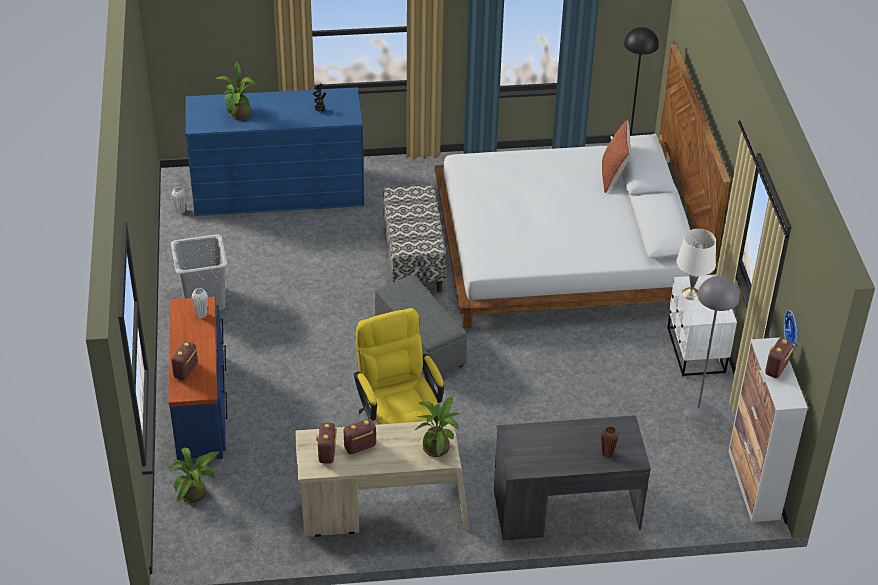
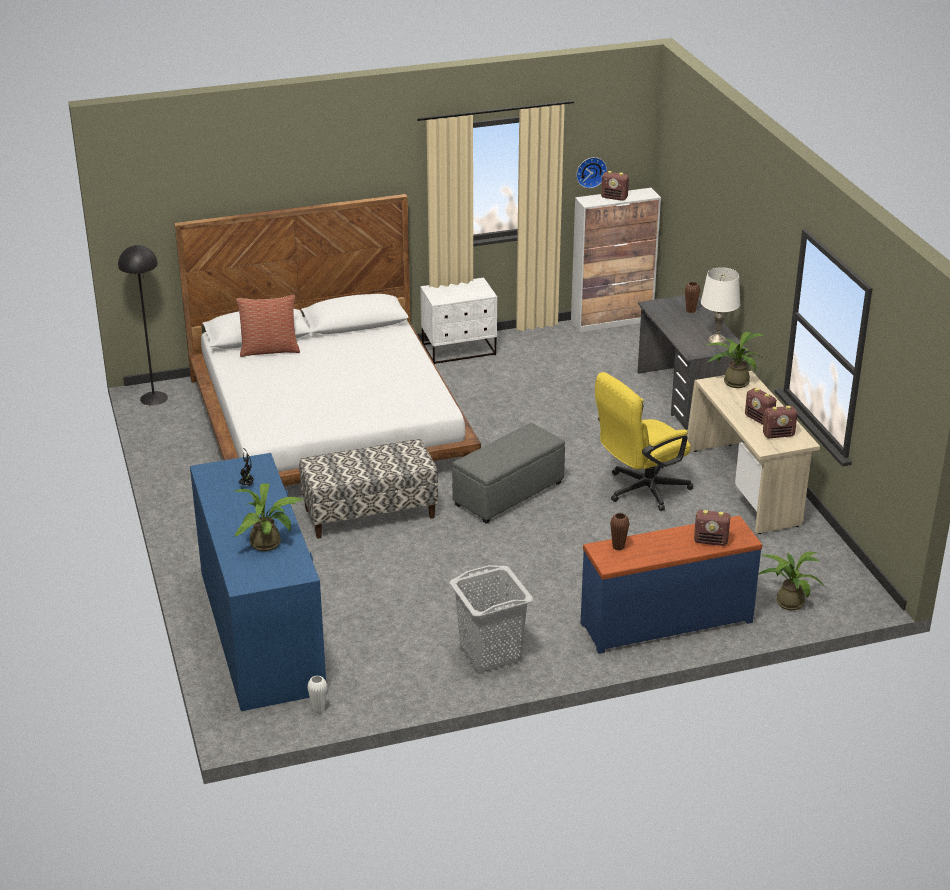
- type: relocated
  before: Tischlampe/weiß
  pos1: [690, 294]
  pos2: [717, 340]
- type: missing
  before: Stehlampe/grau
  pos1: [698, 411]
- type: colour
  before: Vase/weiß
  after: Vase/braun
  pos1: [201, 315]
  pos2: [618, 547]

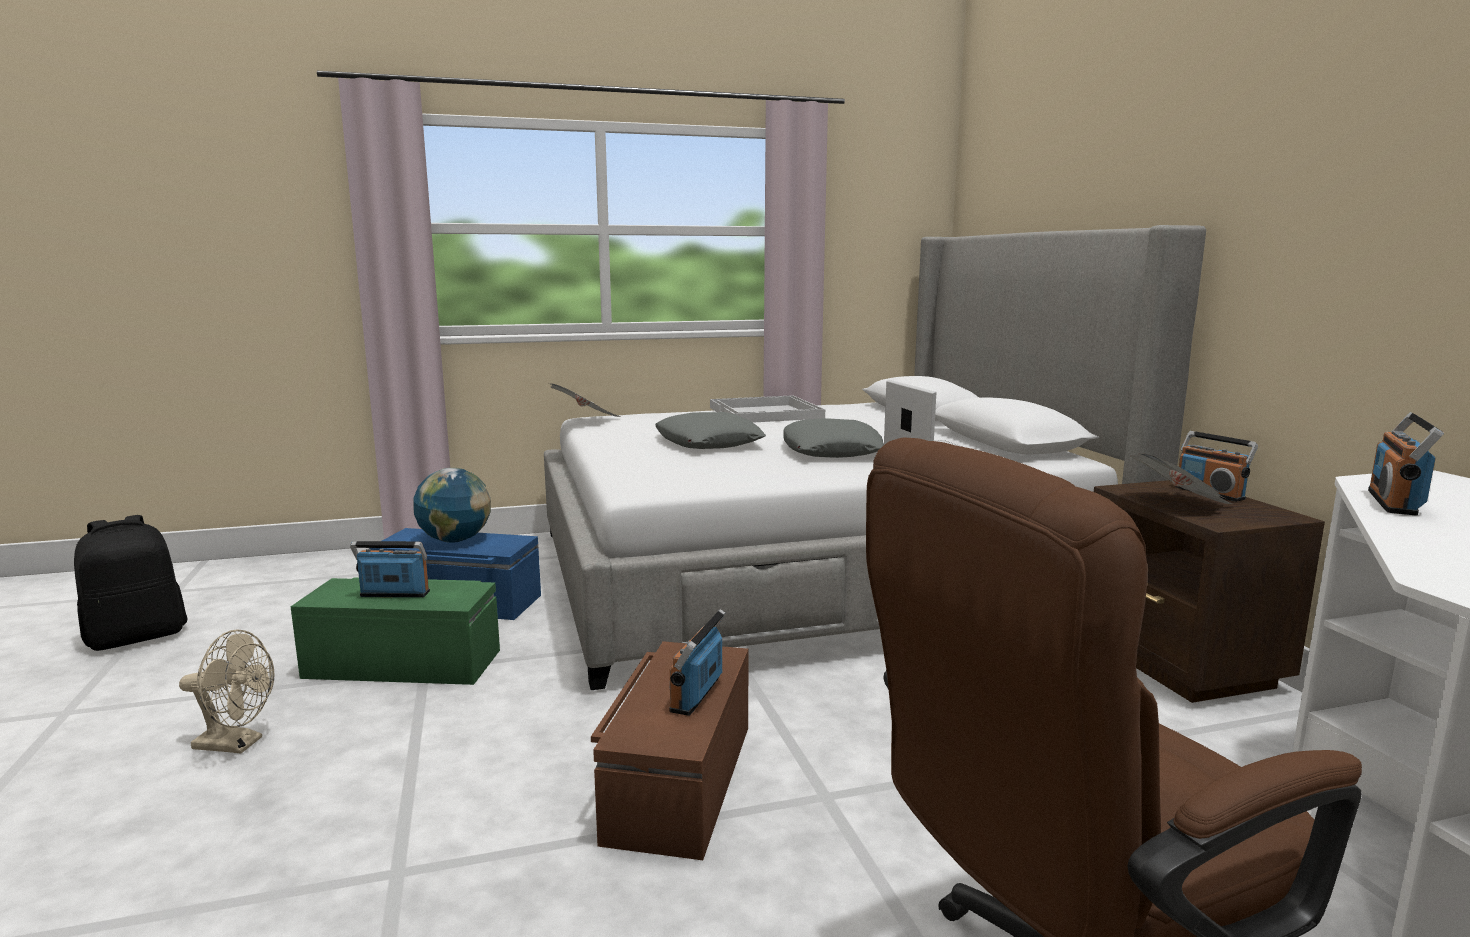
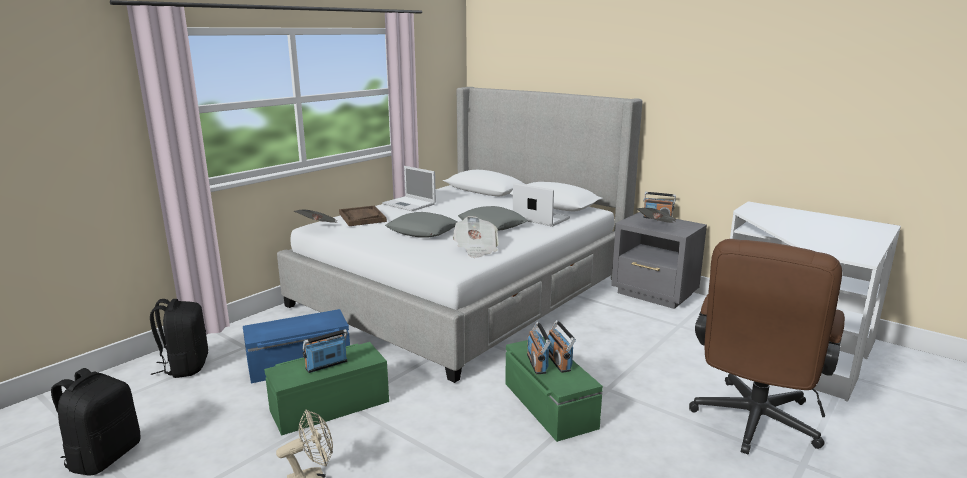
- type: exchanged
  before: Tablett/weiß
  after: Laptop
  pos1: [766, 413]
  pos2: [410, 204]
- type: relocated
  before: Radio
  pos1: [1393, 502]
  pos2: [537, 363]
- type: missing
  before: Globus
  pos1: [455, 540]
- type: colour
  before: Nachttisch/braun
  after: Nachttisch/grau
  pos1: [1179, 665]
  pos2: [655, 294]
- type: colour
  before: Aufbewahrungsbox/braun
  after: Aufbewahrungsbox/grün
  pos1: [678, 780]
  pos2: [548, 405]
- type: appeared
  after: Tablett/braun
  pos2: [362, 217]
- type: appeared
  after: Zeitung
  pos2: [476, 249]
- type: appeared
  after: Rucksack/schwarz
  pos2: [185, 366]

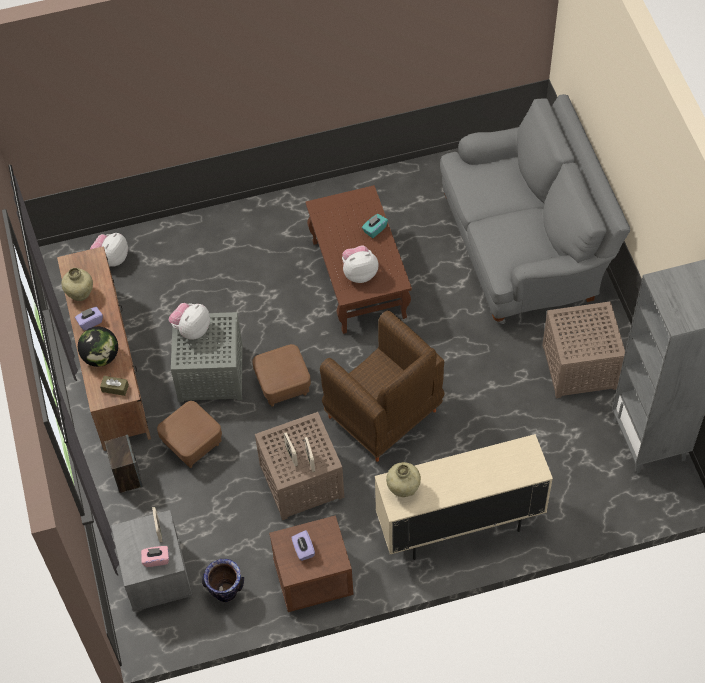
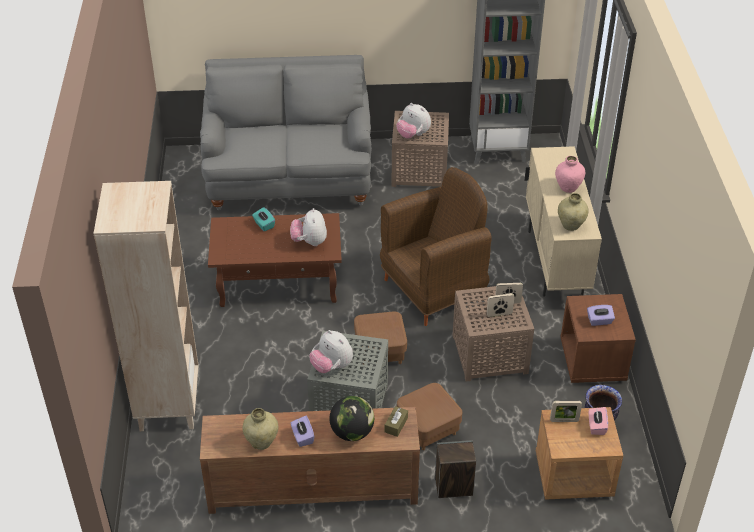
- type: relocated
  before: Plüschtier
  pos1: [112, 258]
  pos2: [413, 135]
- type: colour
  before: Nachttisch/grau
  after: Nachttisch/braun
  pos1: [156, 575]
  pos2: [573, 476]
- type: appeared
  after: Vase/rosa
  pos2: [568, 188]
- type: appeared
  after: Bücherregal/beige
  pos2: [168, 405]

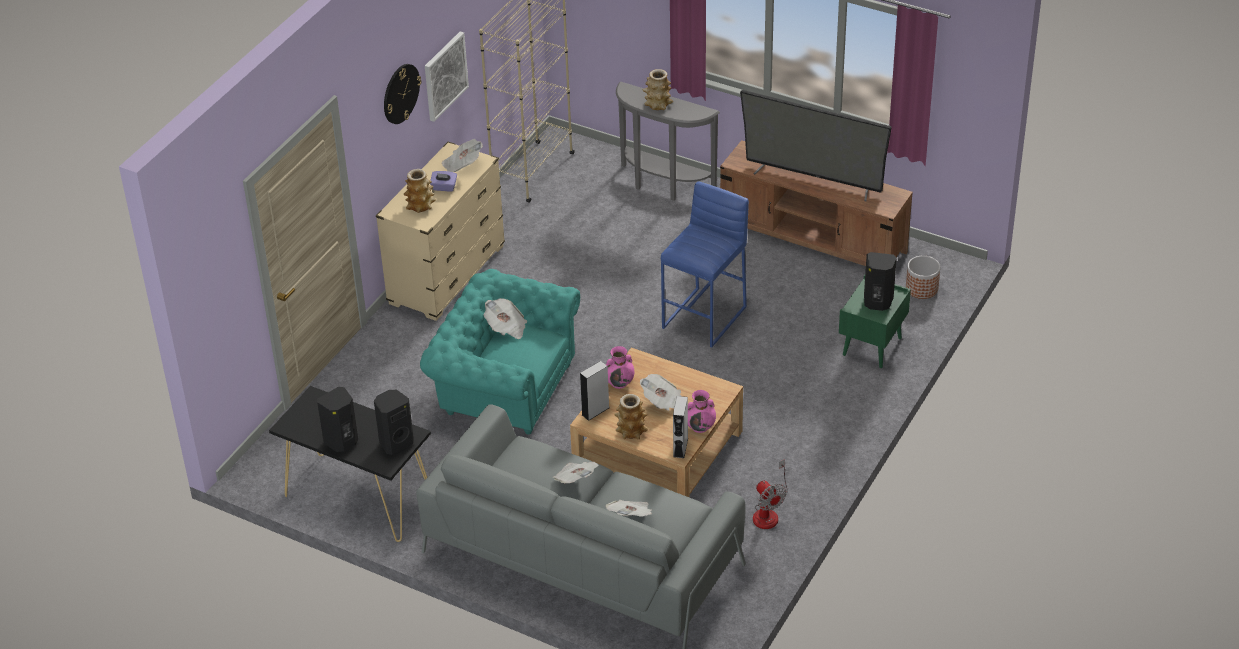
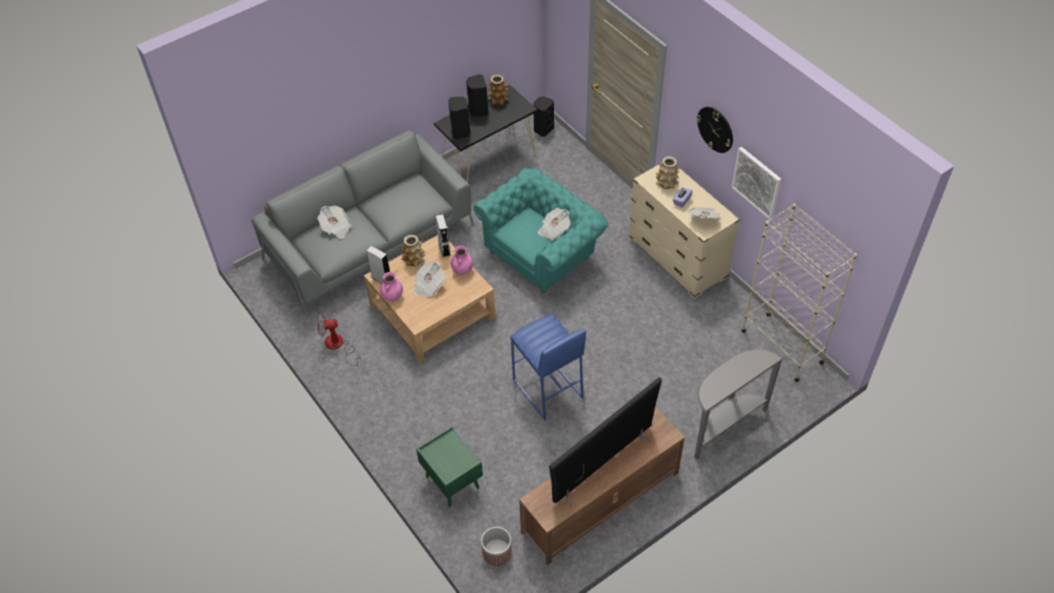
- type: relocated
  before: Vase
  pos1: [657, 104]
  pos2: [498, 99]
- type: relocated
  before: Lautsprecher/schwarz
  pos1: [877, 302]
  pos2: [543, 129]
- type: missing
  before: Zeitung
  pos1: [575, 480]

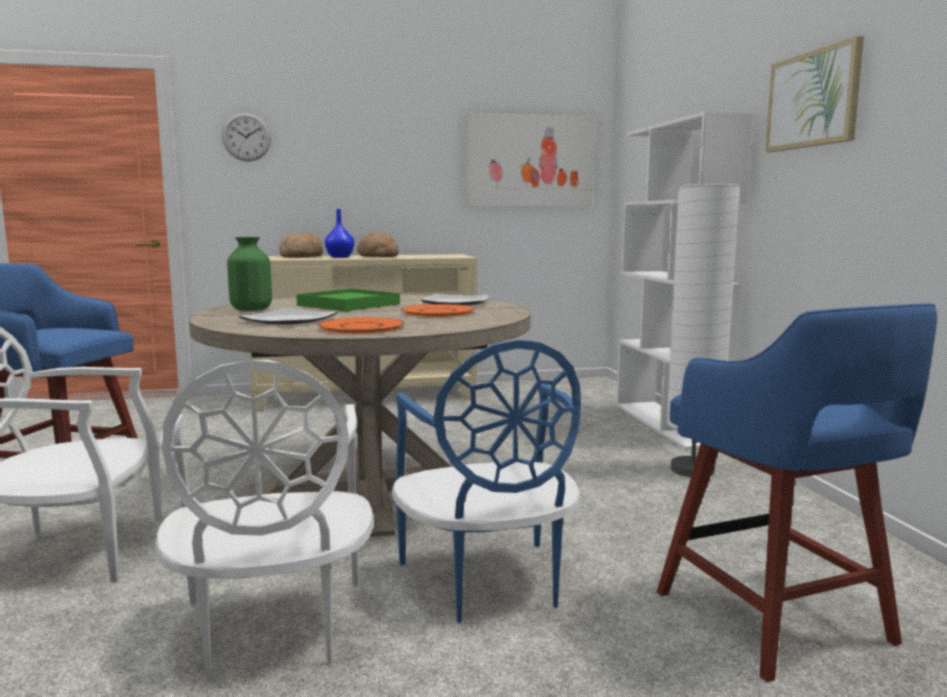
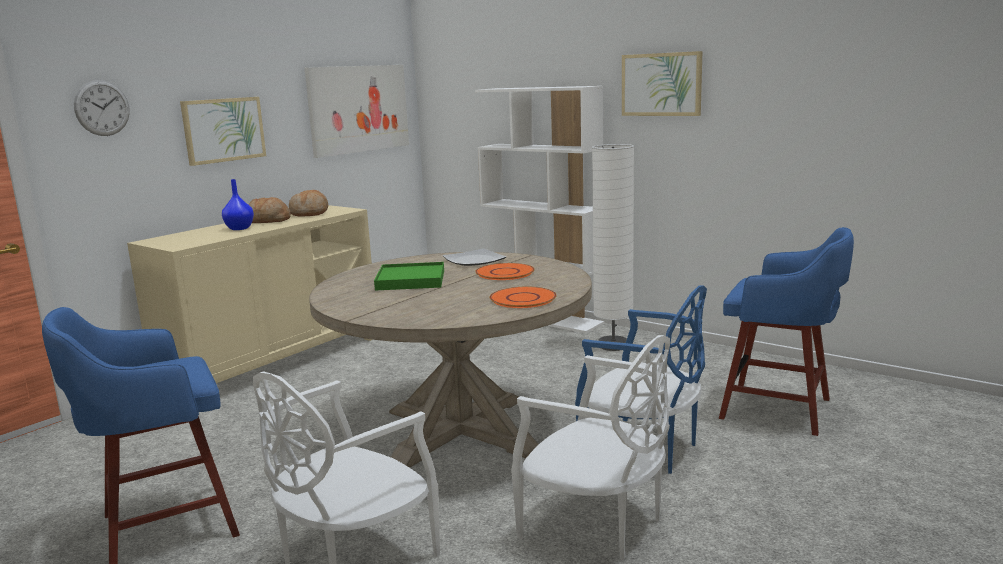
- type: relocated
  before: Brot
  pos1: [301, 257]
  pos2: [310, 213]
- type: missing
  before: Vase/grün
  pos1: [251, 310]
- type: missing
  before: Teller
  pos1: [289, 320]
- type: appeared
  after: Bild
  pos2: [223, 130]

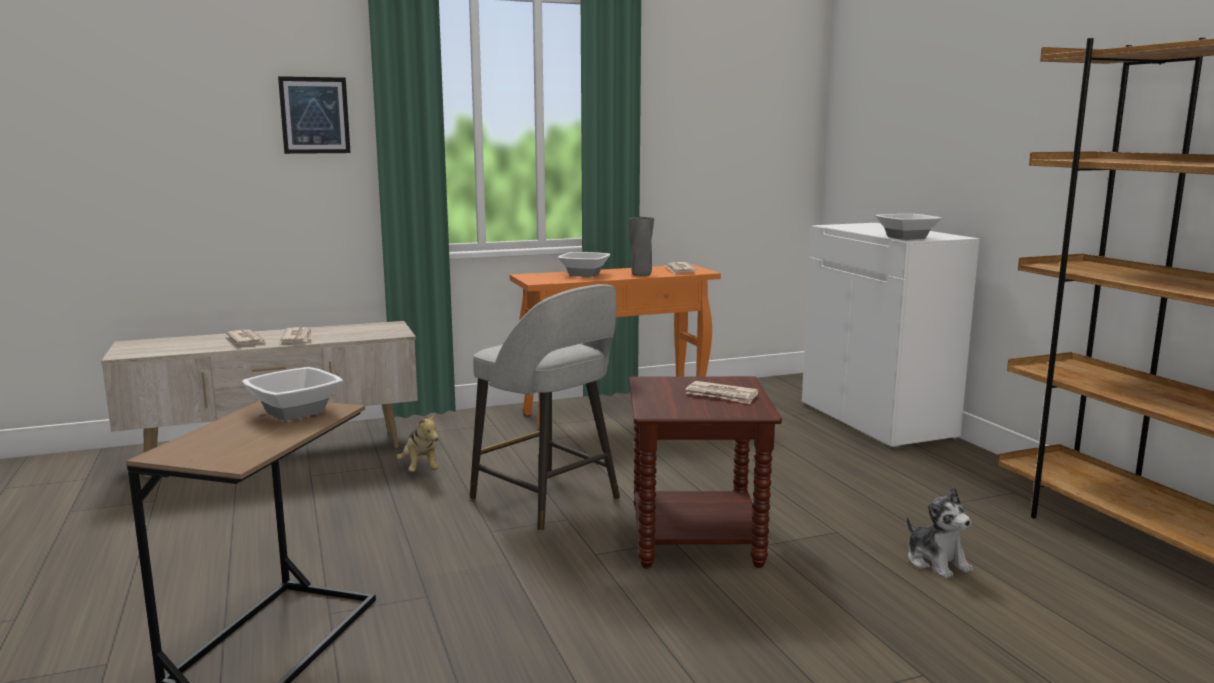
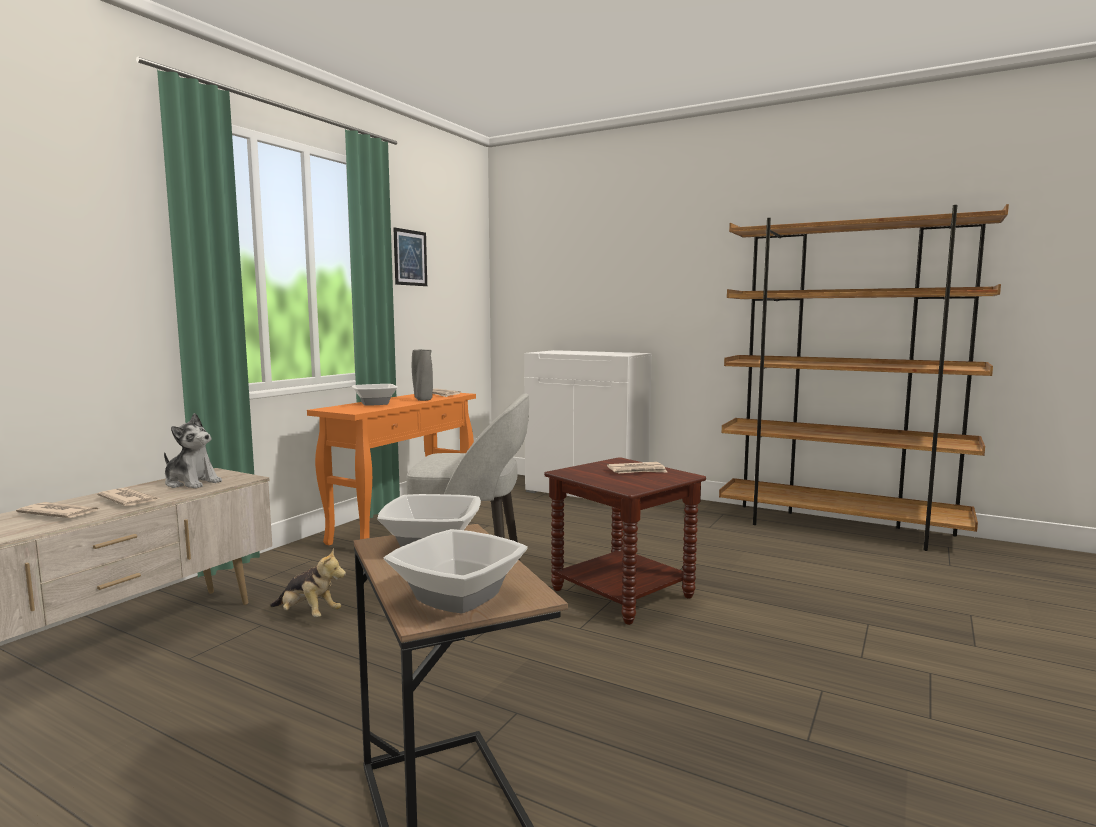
- type: relocated
  before: Bild
  pos1: [315, 115]
  pos2: [410, 257]
- type: relocated
  before: Schüssel
  pos1: [907, 237]
  pos2: [460, 596]
- type: relocated
  before: Plüschtier
  pos1: [936, 562]
  pos2: [191, 483]

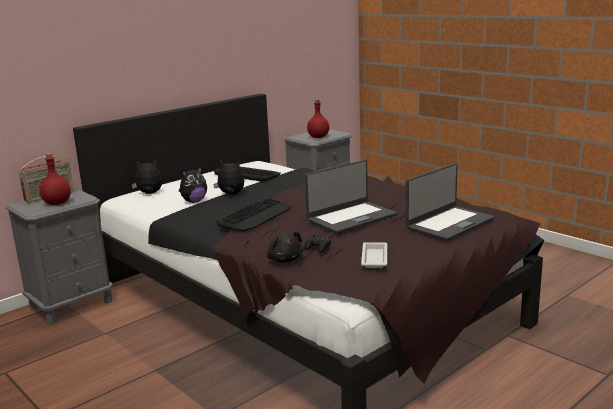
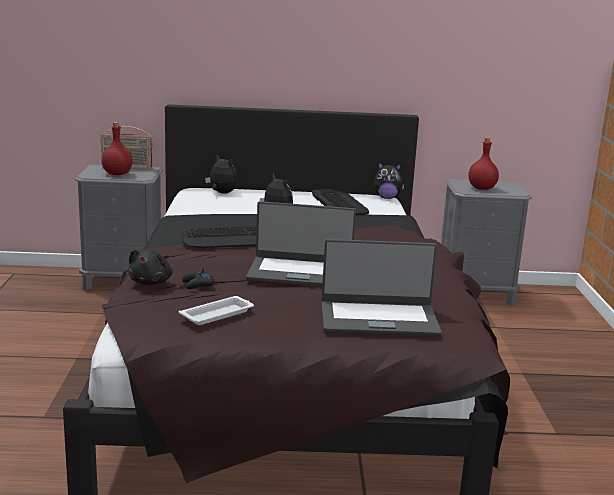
- type: relocated
  before: Plüschtier
  pos1: [194, 201]
  pos2: [387, 198]

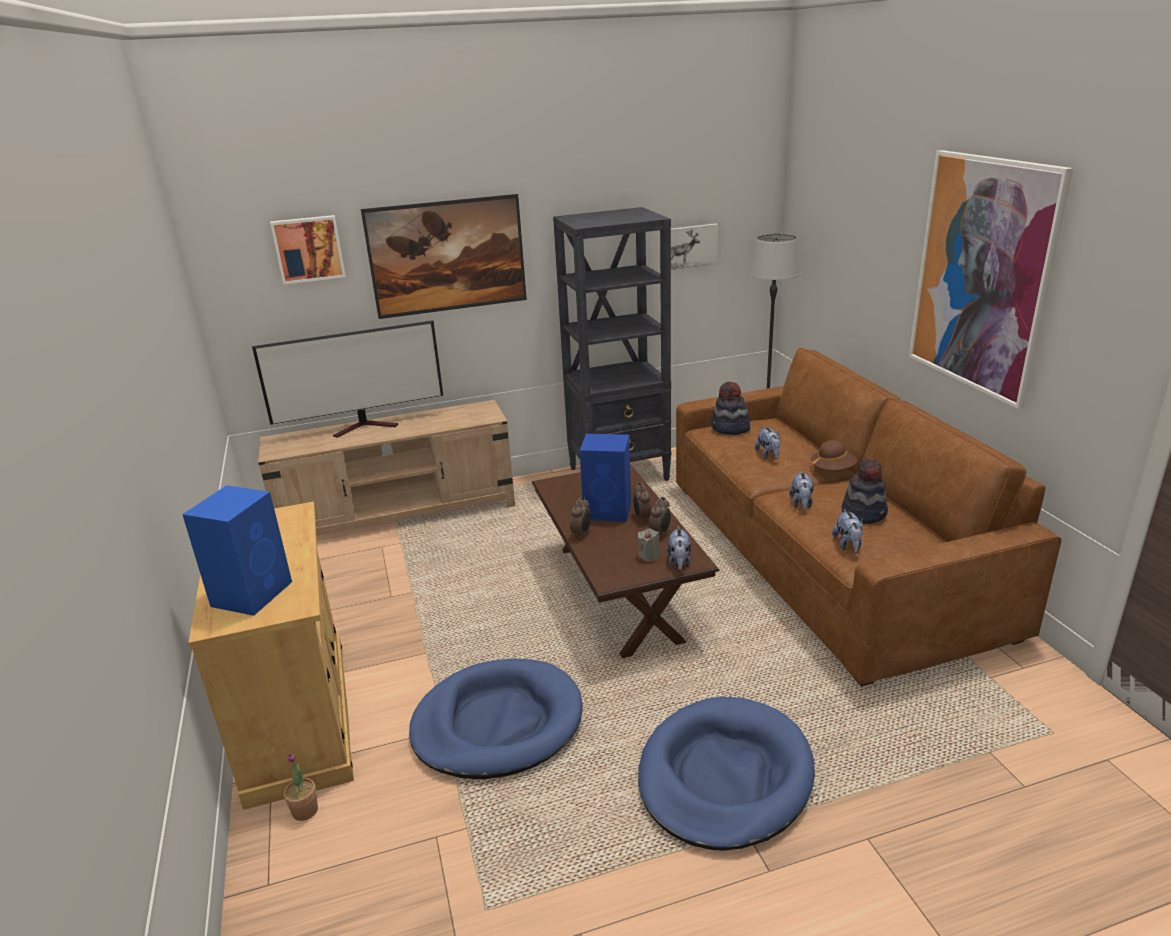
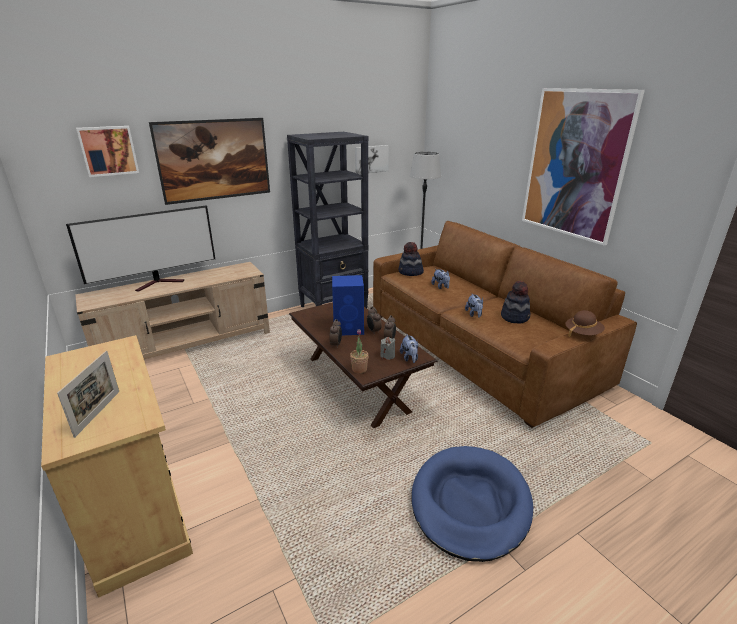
- type: relocated
  before: Hut/braun
  pos1: [832, 469]
  pos2: [582, 333]
- type: exchanged
  before: Lautsprecher/blau
  after: Bilderrahmen
  pos1: [253, 593]
  pos2: [98, 413]
- type: missing
  before: Plüschtier
  pos1: [848, 545]
- type: missing
  before: Hundebett/blau
  pos1: [497, 723]
- type: relocated
  before: Topfpflanze
  pos1: [305, 811]
  pos2: [359, 369]

